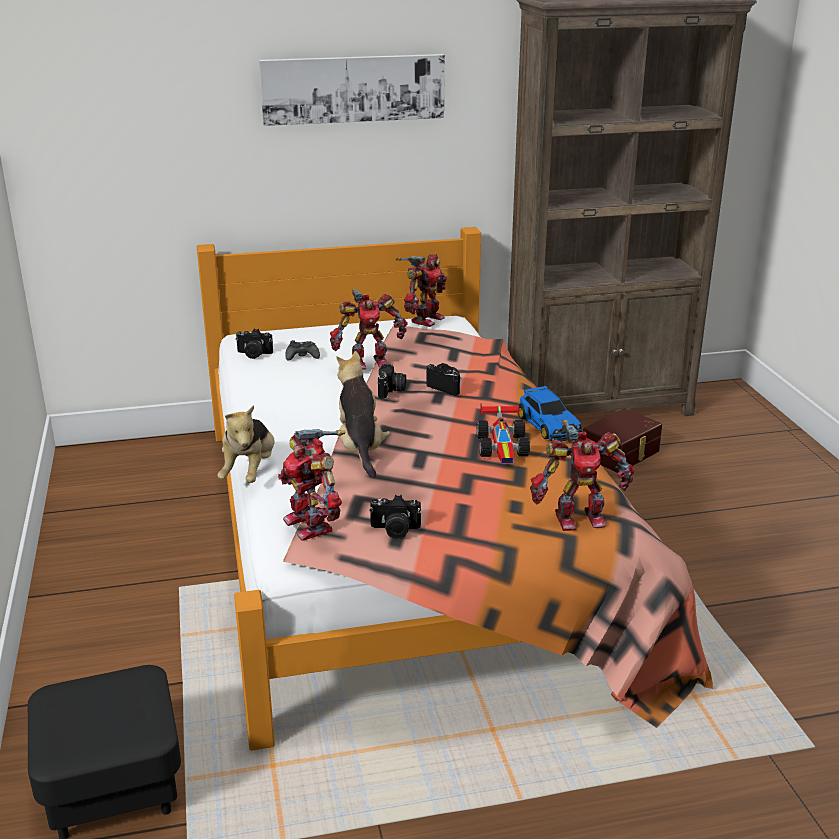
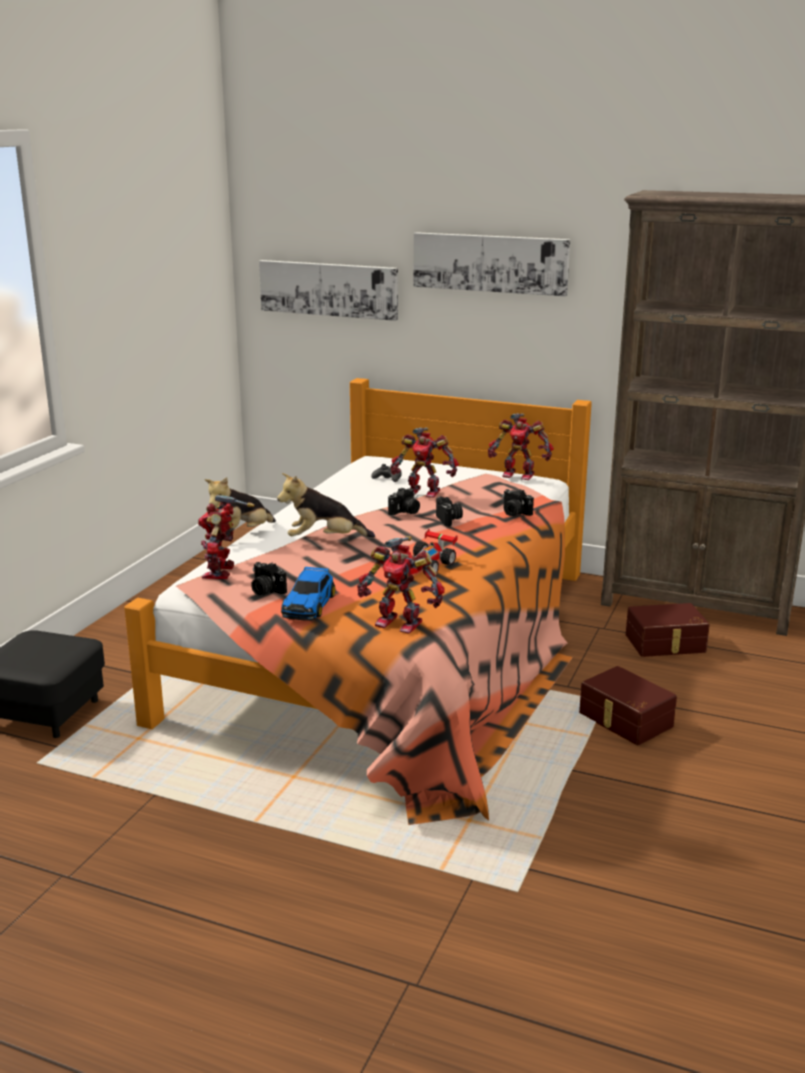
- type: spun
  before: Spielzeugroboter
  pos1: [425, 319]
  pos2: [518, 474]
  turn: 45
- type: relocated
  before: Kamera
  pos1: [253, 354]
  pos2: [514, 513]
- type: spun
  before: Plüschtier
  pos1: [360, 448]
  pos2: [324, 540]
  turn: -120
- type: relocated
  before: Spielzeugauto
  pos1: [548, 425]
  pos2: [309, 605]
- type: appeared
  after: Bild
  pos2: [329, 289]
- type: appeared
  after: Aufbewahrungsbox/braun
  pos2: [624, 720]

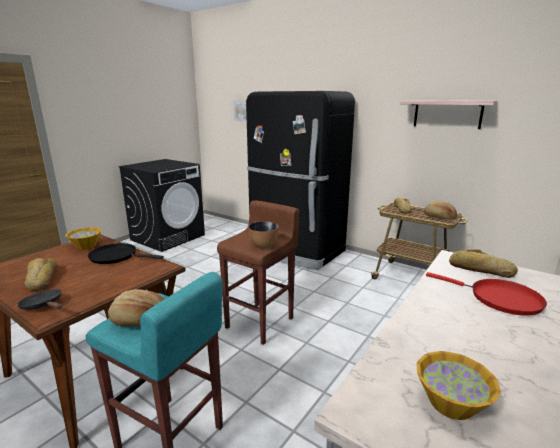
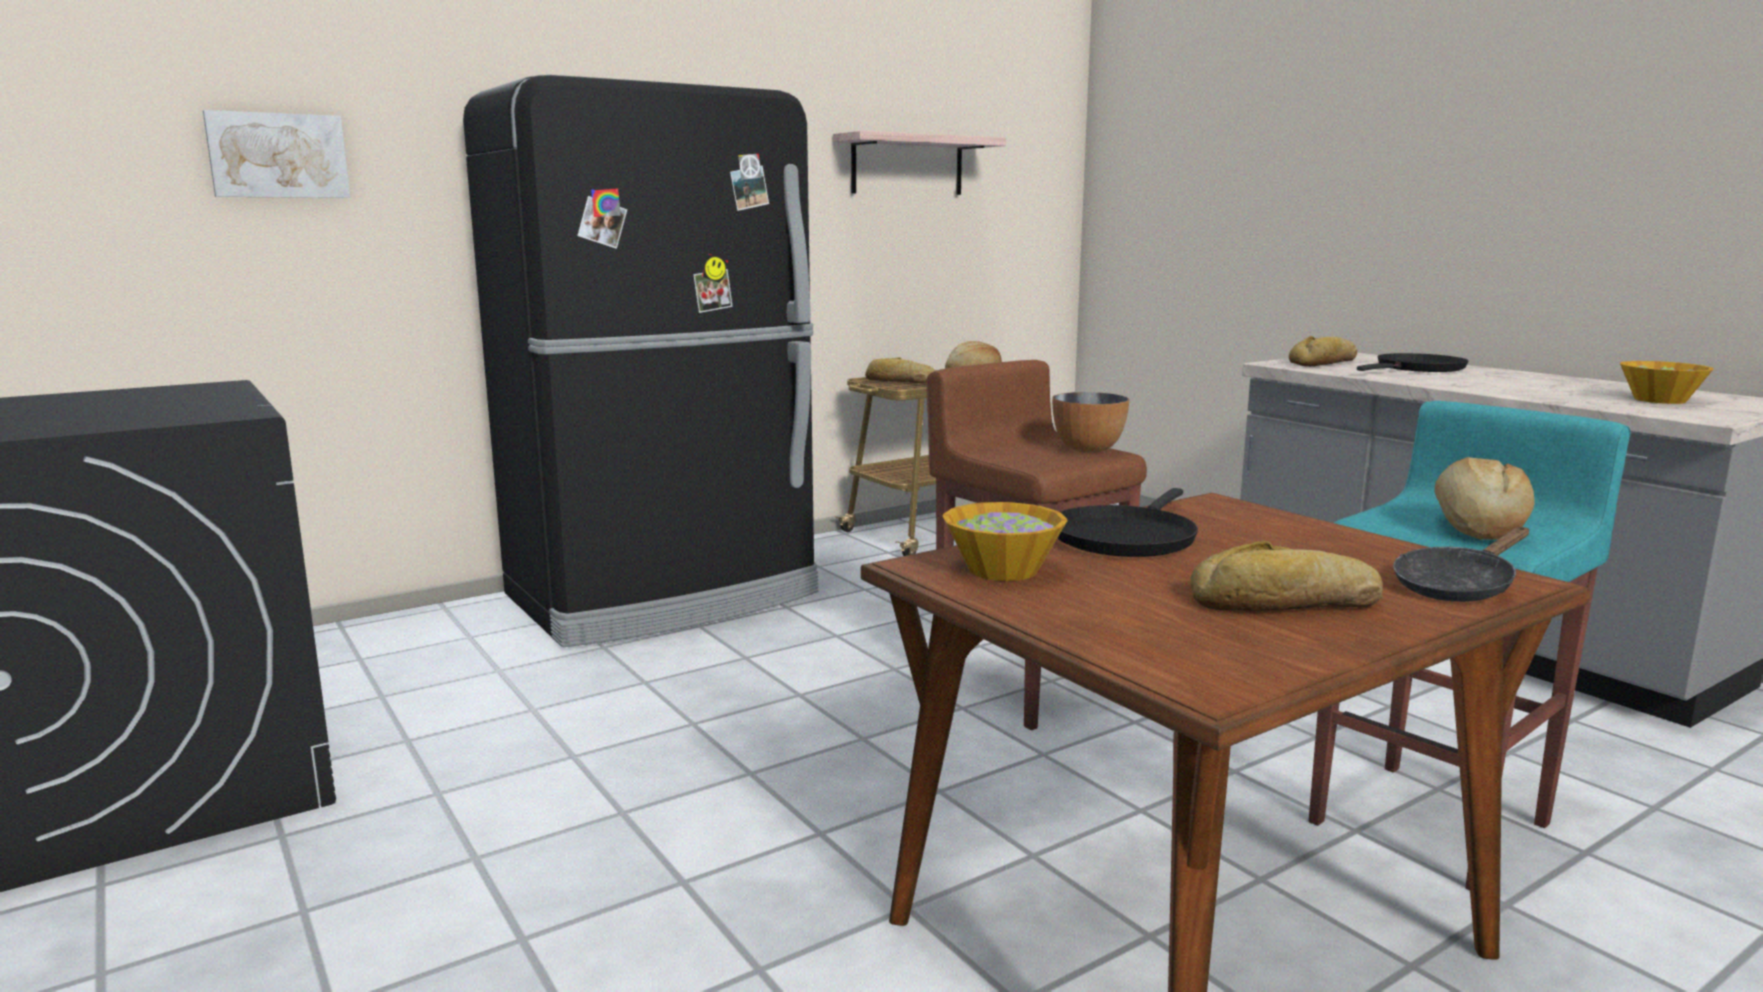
- type: colour
  before: Pfanne/rot
  after: Pfanne/schwarz
  pos1: [500, 299]
  pos2: [1417, 369]

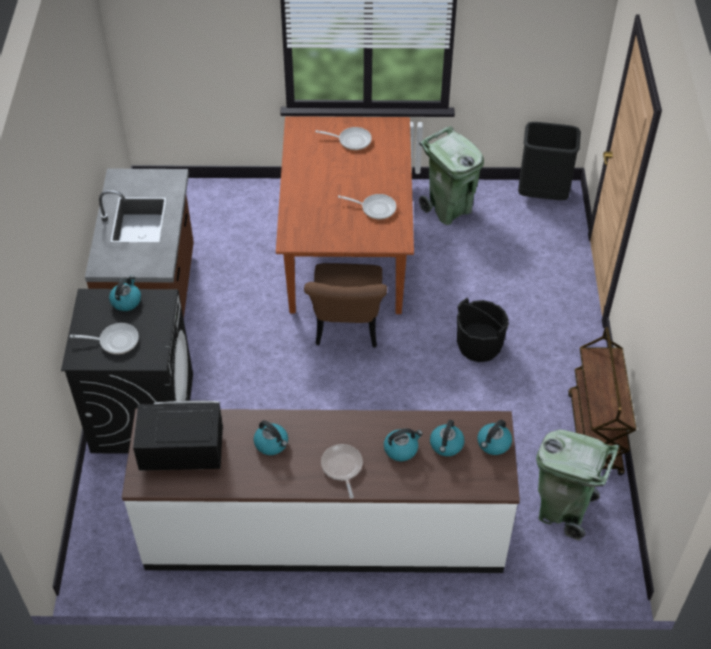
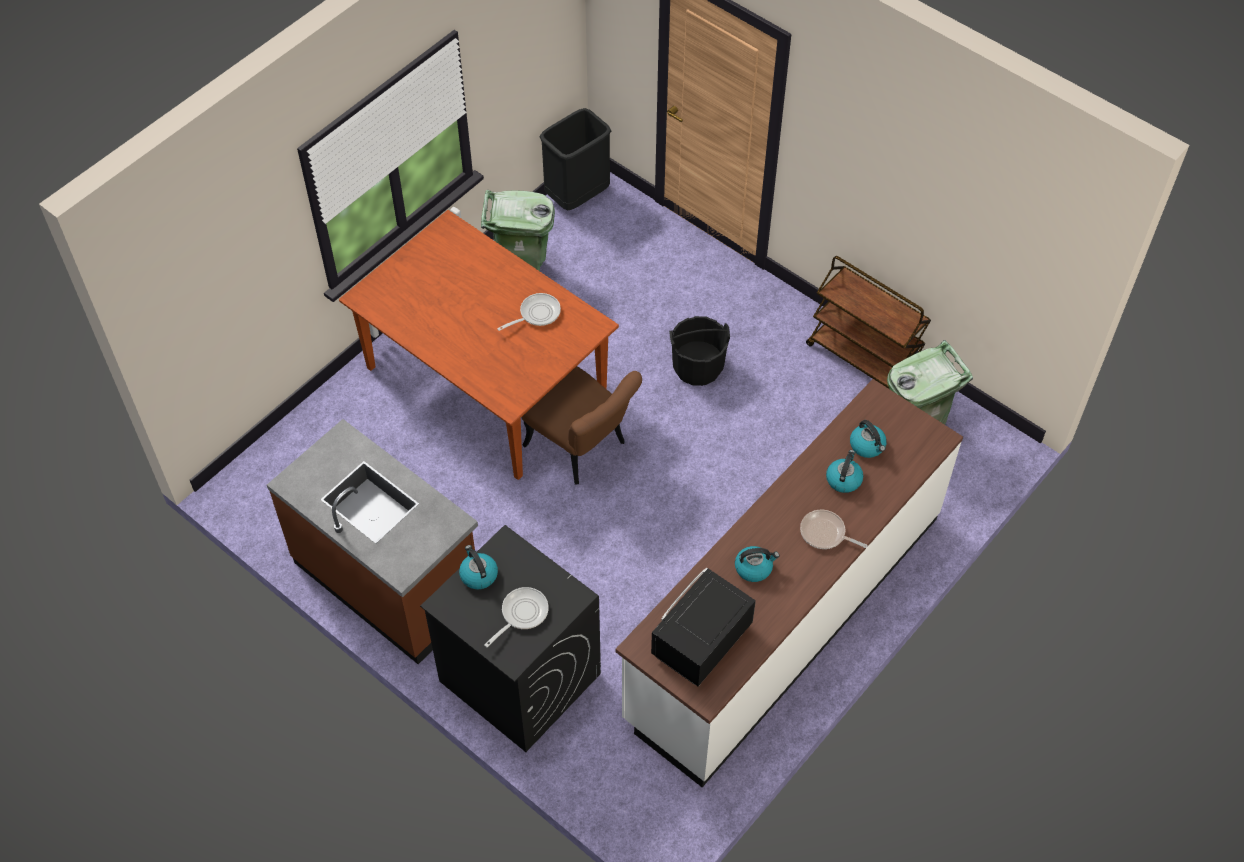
- type: missing
  before: Pfanne
  pos1: [351, 140]
- type: missing
  before: Wasserkessel
  pos1: [493, 444]

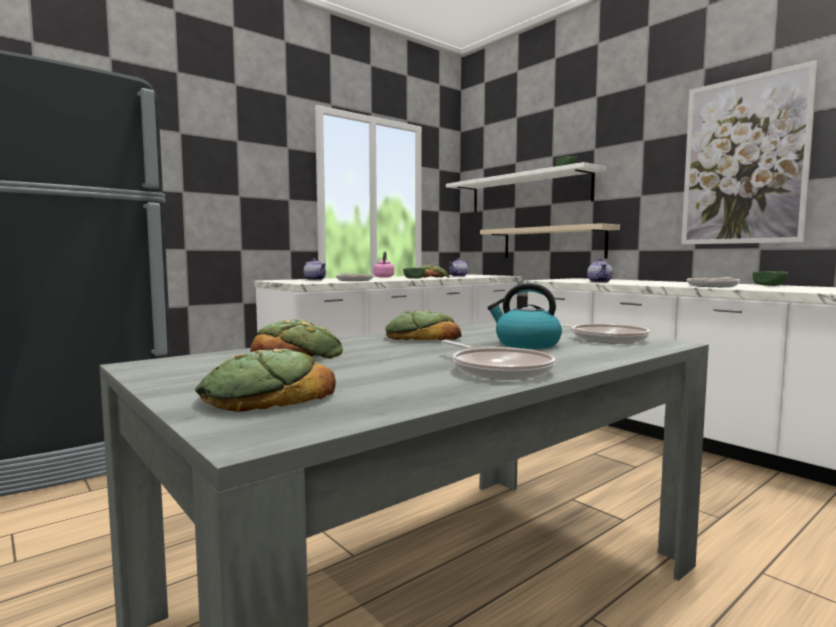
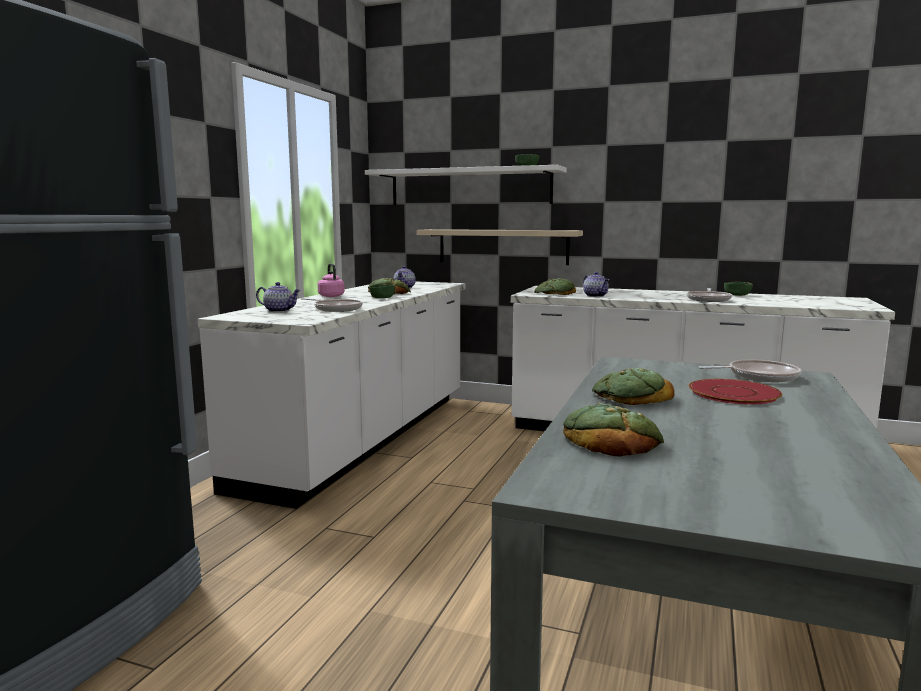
- type: missing
  before: Bild
  pos1: [743, 161]
- type: exchanged
  before: Wasserkessel
  after: Teller/rot
  pos1: [526, 344]
  pos2: [734, 393]
- type: missing
  before: Pfanne
  pos1: [498, 370]
- type: relocated
  before: Brot
  pos1: [265, 396]
  pos2: [555, 293]

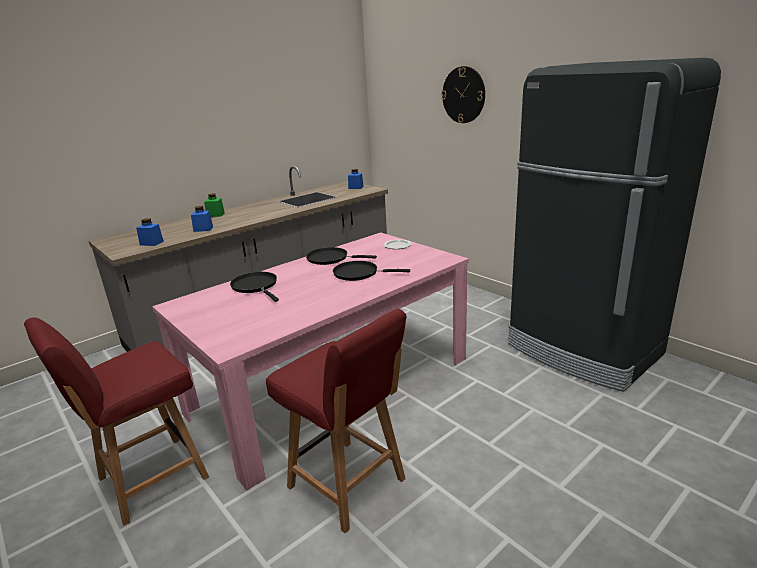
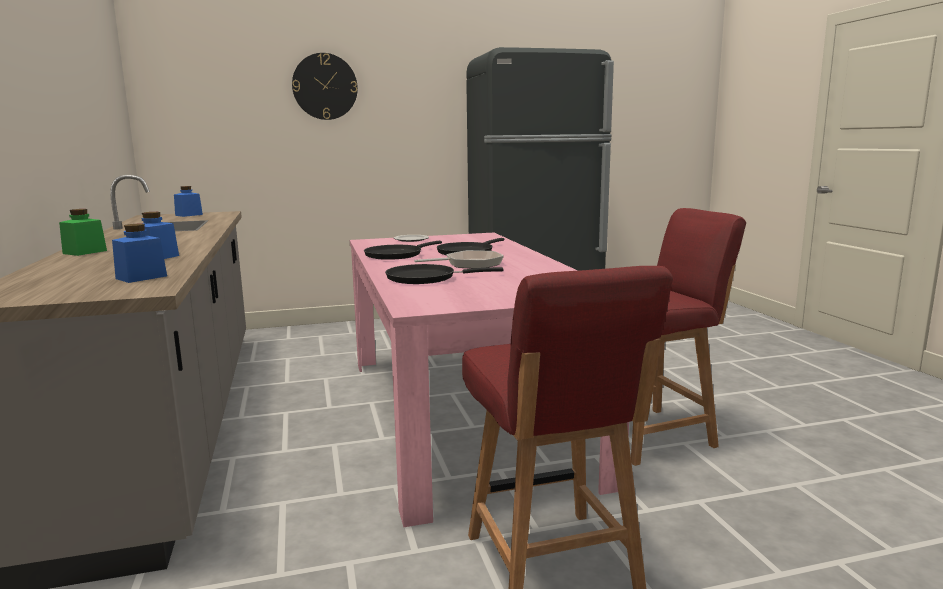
- type: appeared
  after: Pfanne
  pos2: [469, 264]

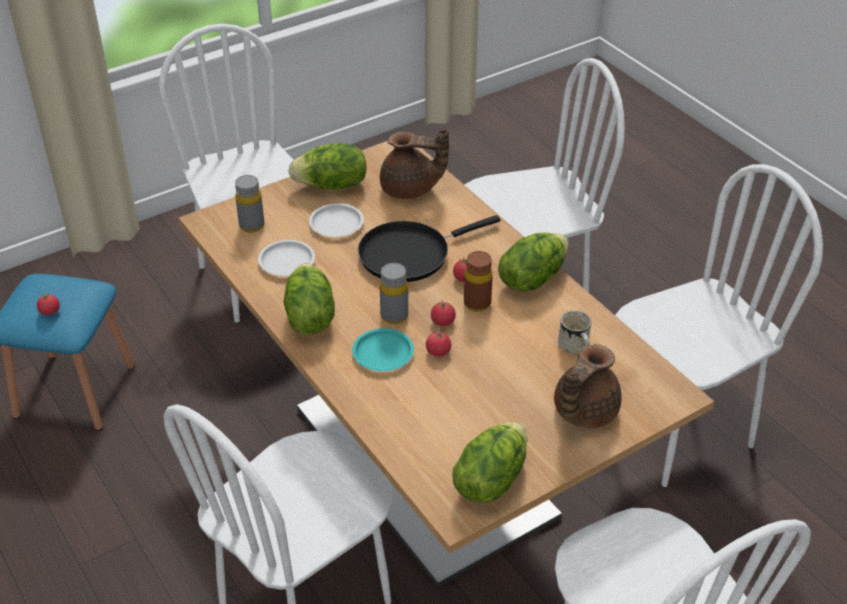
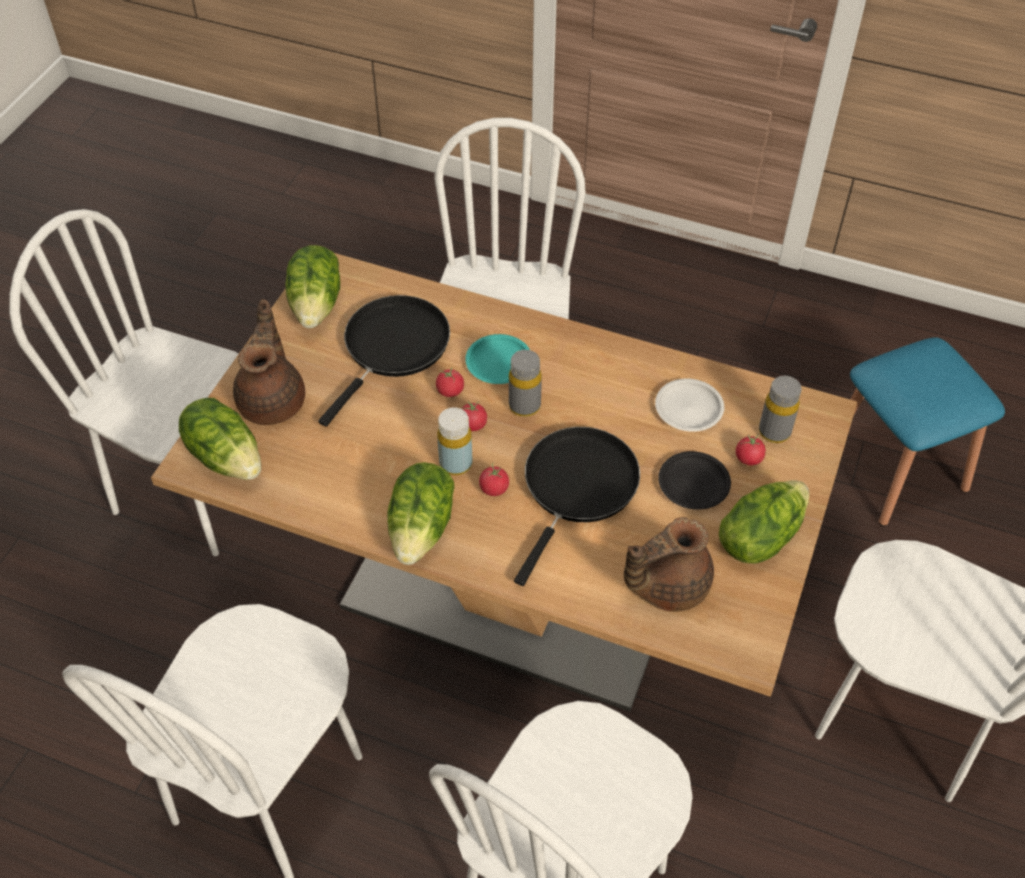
- type: colour
  before: Teller/weiß
  after: Teller/schwarz
  pos1: [336, 224]
  pos2: [693, 483]
- type: colour
  before: Flasche/braun
  after: Flasche/gelb
  pos1: [477, 304]
  pos2: [456, 463]
- type: relocated
  before: Salatkopf
  pos1: [309, 317]
  pos2: [227, 456]
- type: relocated
  before: Tomate
  pos1: [50, 311]
  pos2: [748, 458]
- type: missing
  before: Henkelbecher/weiß
  pos1: [575, 348]
- type: appeared
  after: Pfanne/schwarz
  pos2: [393, 348]

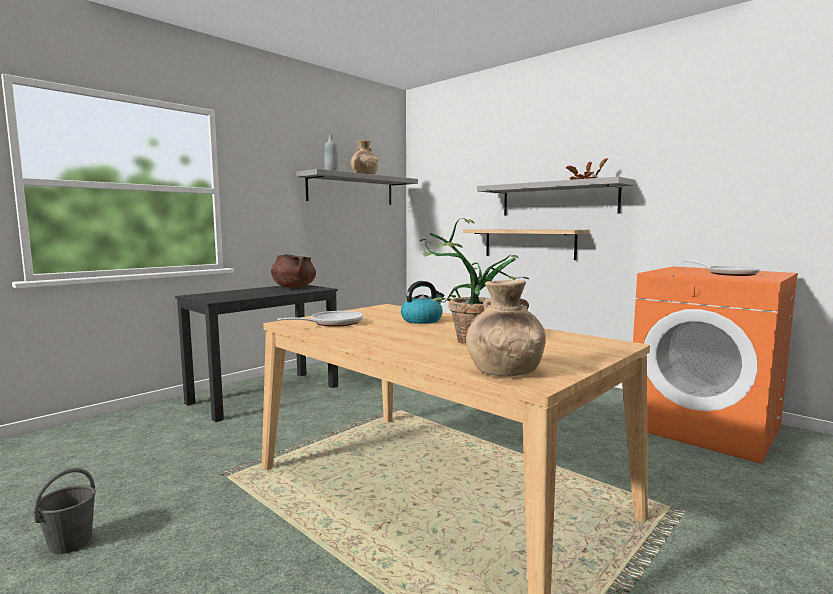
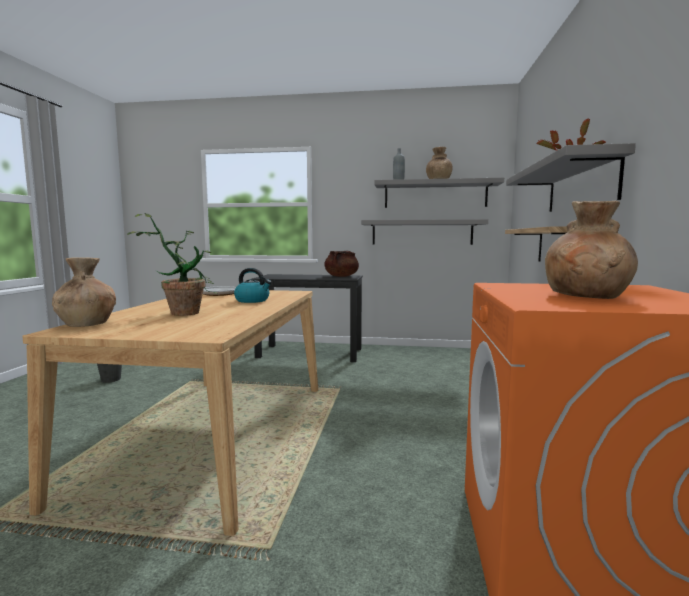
- type: exchanged
  before: Pfanne
  after: Vase/braun
  pos1: [728, 274]
  pos2: [586, 296]
- type: appeared
  after: Wandregal/grau
  pos2: [422, 232]

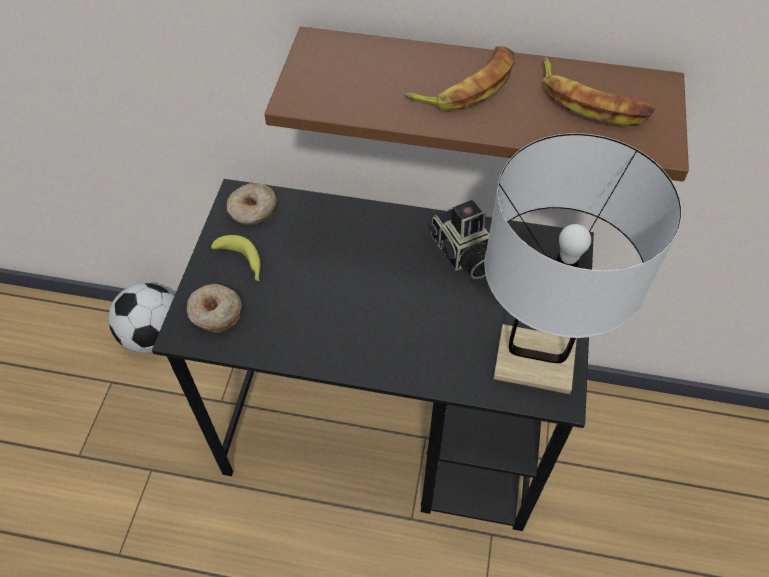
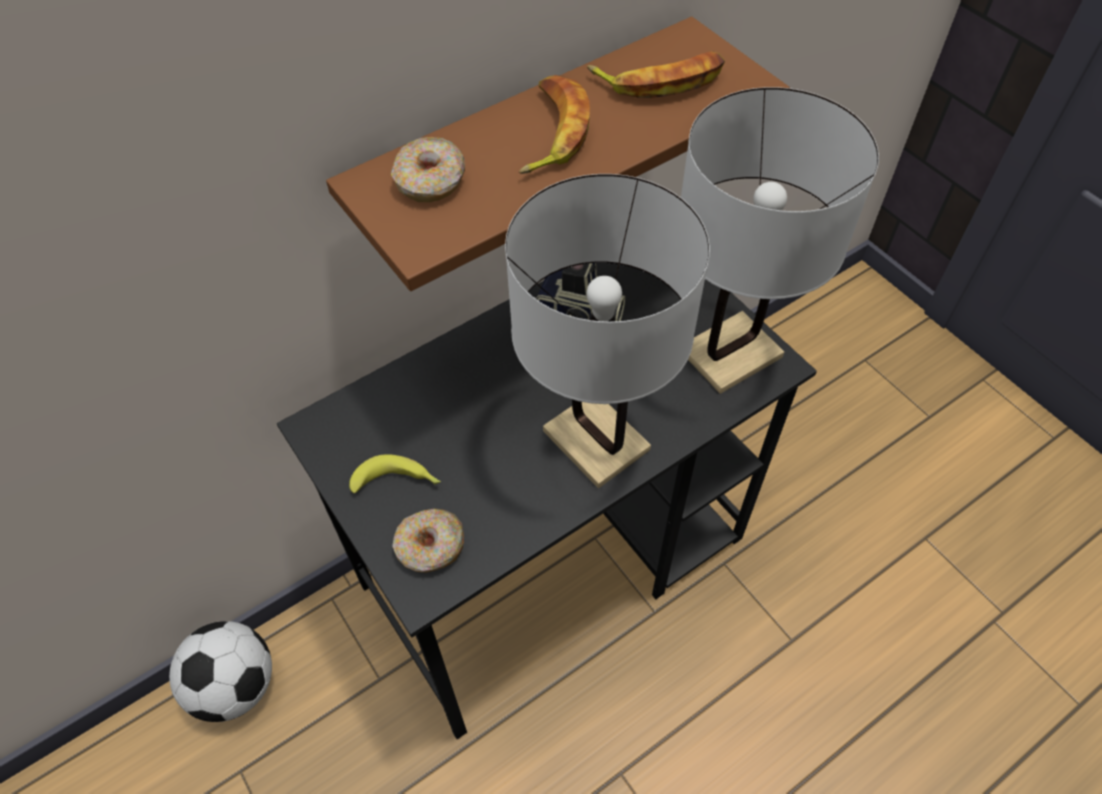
- type: relocated
  before: Donut
  pos1: [253, 210]
  pos2: [430, 181]
- type: appeared
  after: Tischlampe/weiß
  pos2: [596, 440]

